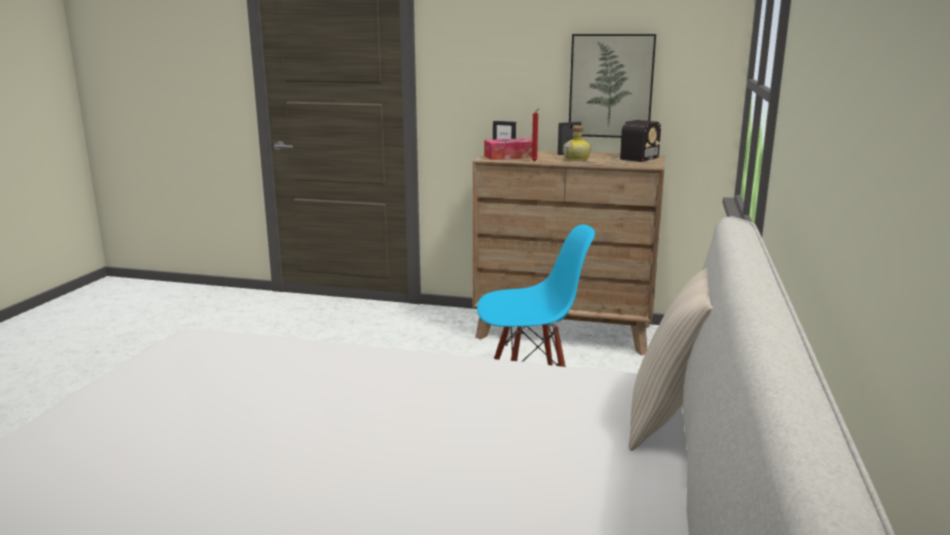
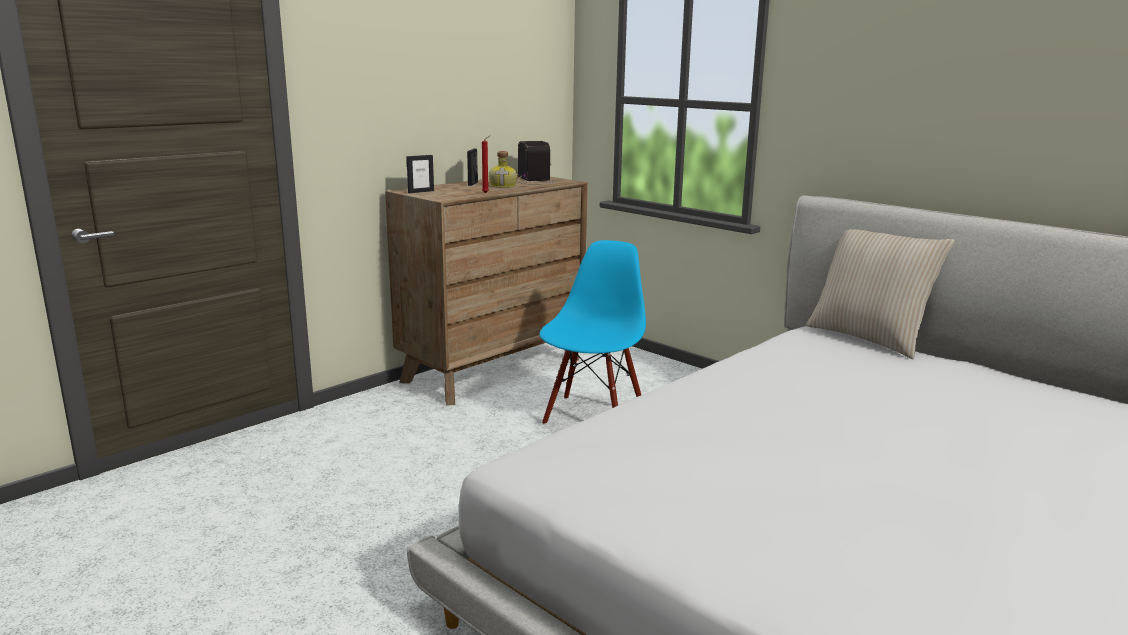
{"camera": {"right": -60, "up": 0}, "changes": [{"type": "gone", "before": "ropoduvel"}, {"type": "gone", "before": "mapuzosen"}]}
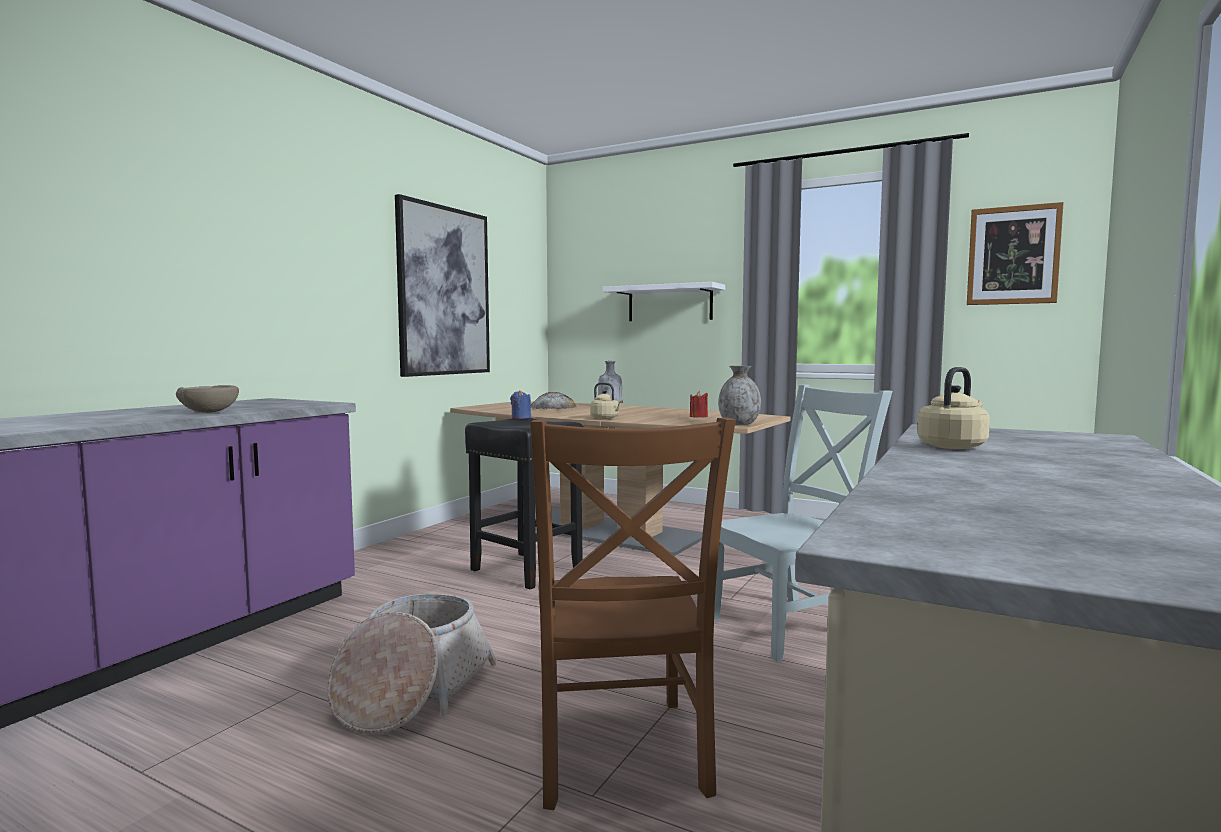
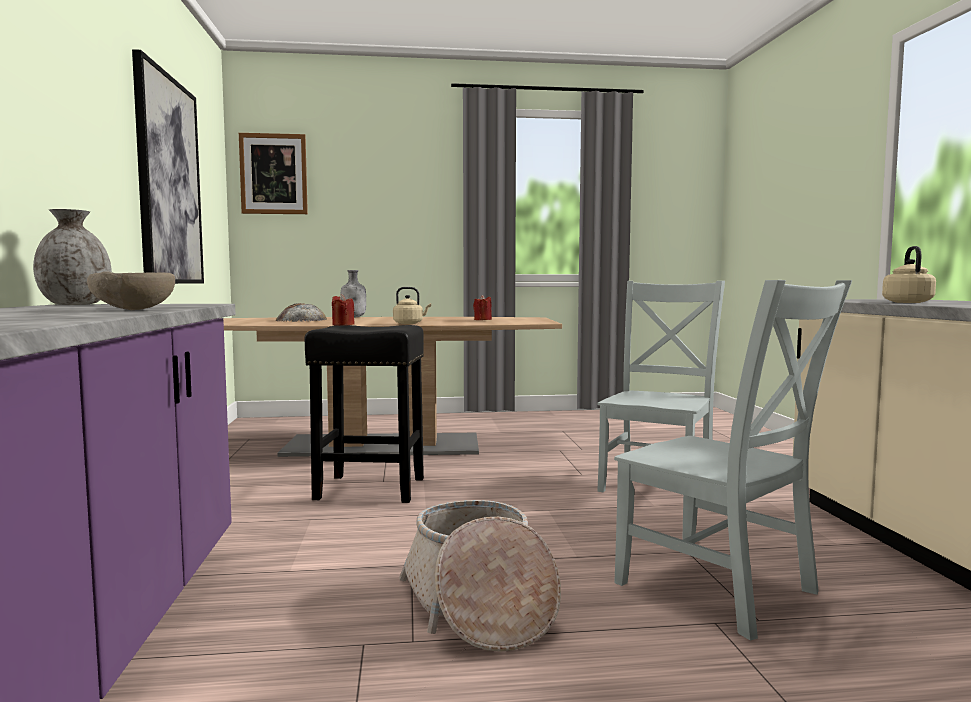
{"camera": {"right": -35, "up": 0}, "changes": [{"type": "repainted", "before": "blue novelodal", "after": "red novelodal (no. 1 from left)"}, {"type": "repainted", "before": "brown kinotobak", "after": "grey kinotobak (no. 2 from left)"}, {"type": "gone", "before": "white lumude"}, {"type": "shifted", "before": "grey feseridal"}, {"type": "shifted", "before": "mapuzosen (no. 2 from left)"}]}
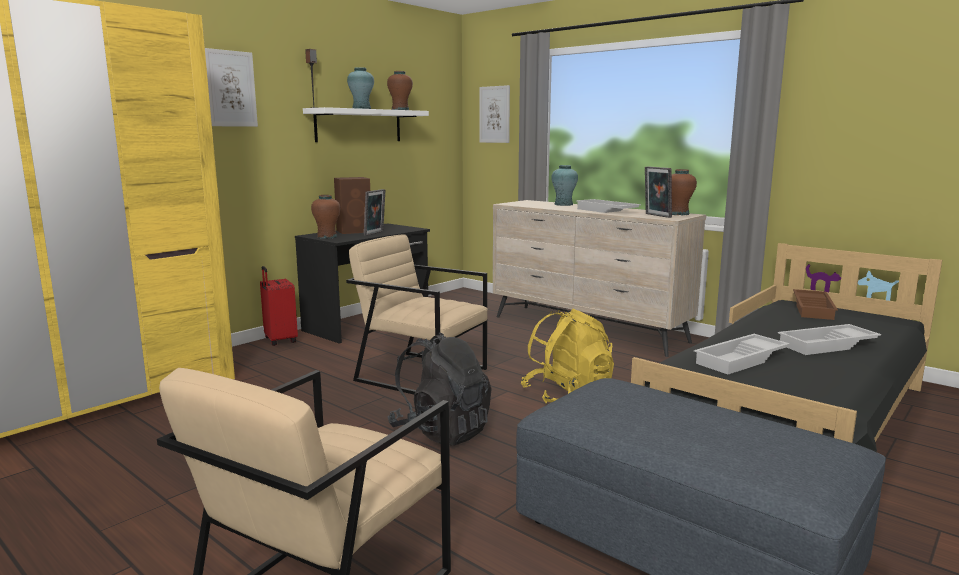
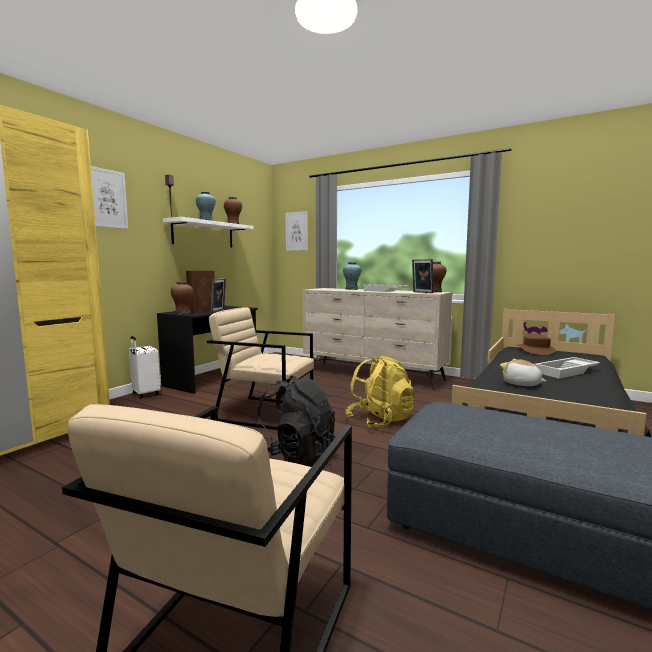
{"camera": {"right": -10, "up": -5}, "changes": [{"type": "repainted", "before": "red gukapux", "after": "white gukapux"}, {"type": "swapped", "before": "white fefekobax (no. 2 from left)", "after": "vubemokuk"}, {"type": "swapped", "before": "brown fefekobax", "after": "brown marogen"}]}
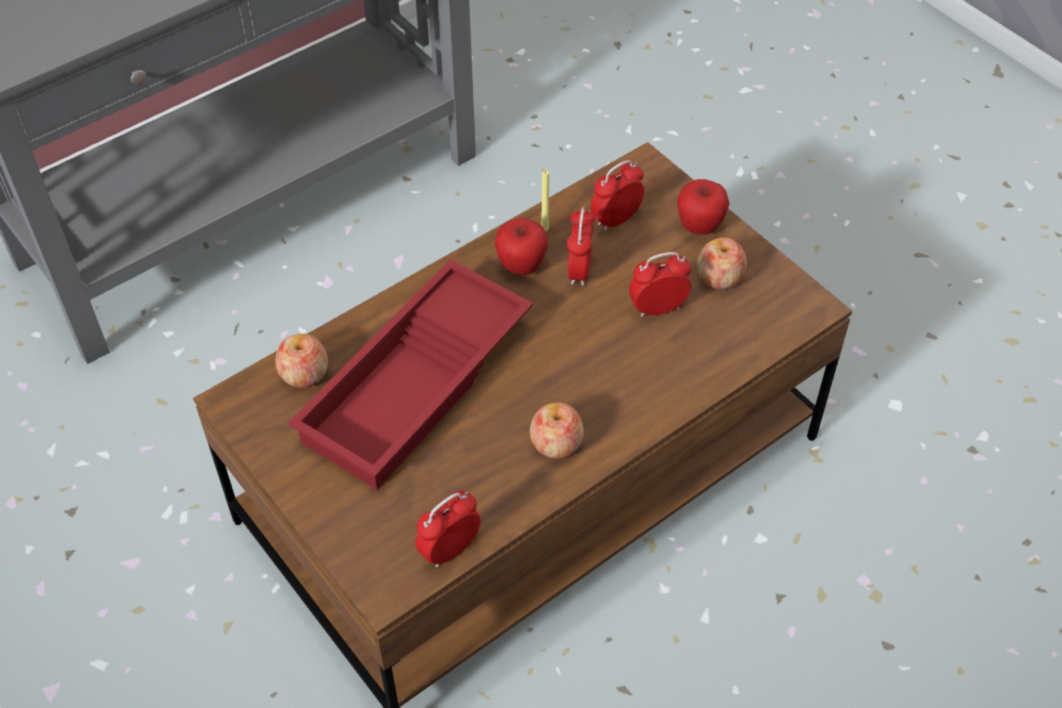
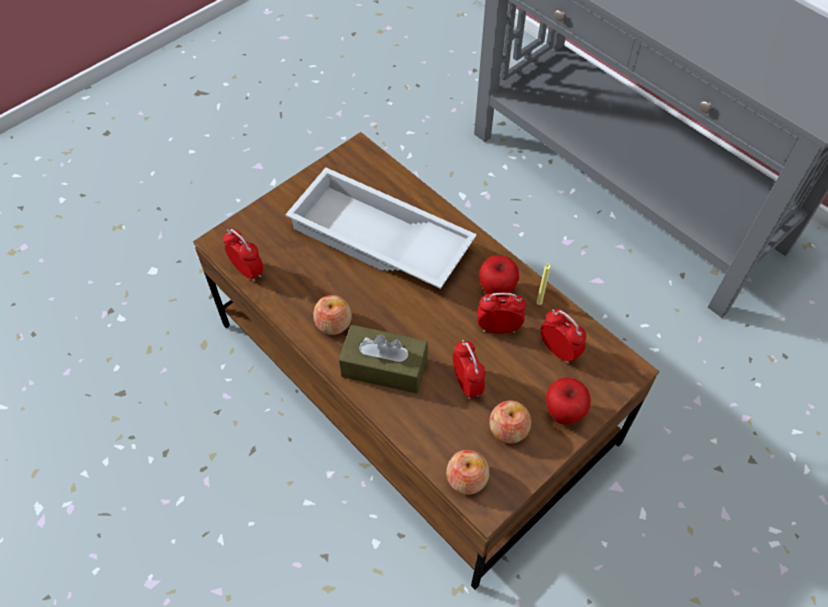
{"camera": {"right": 85, "up": 5}, "changes": [{"type": "shifted", "before": "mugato (no. 1 from left in the first image)", "after": "mugato (no. 2 from left)"}, {"type": "repainted", "before": "red fefekobax", "after": "white fefekobax"}, {"type": "new", "after": "brown ropoduvel"}]}
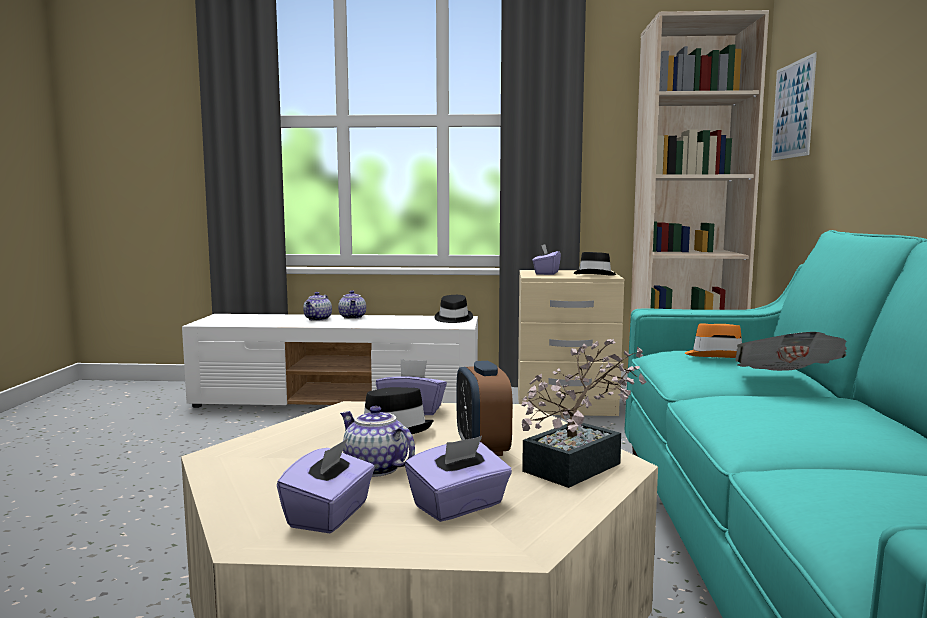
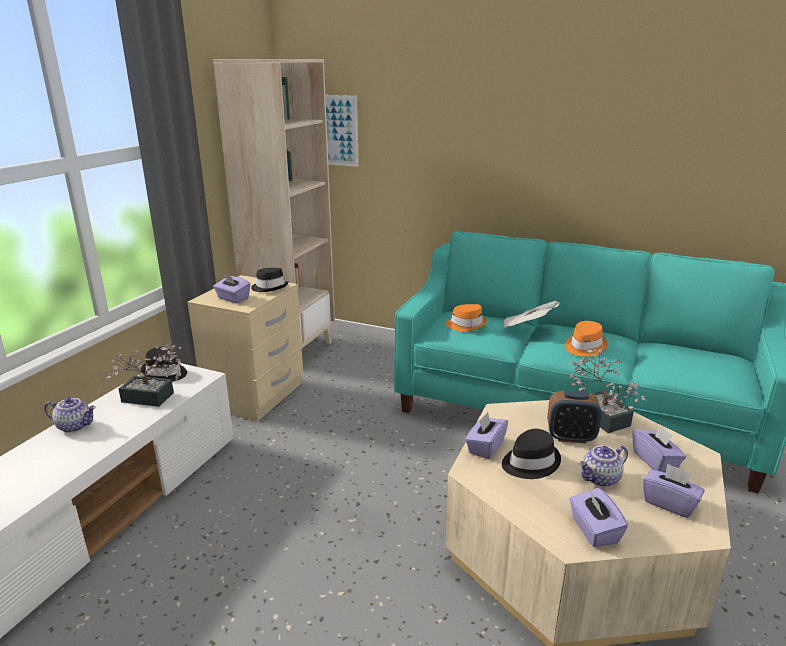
{"camera": {"right": -70, "up": 15}, "changes": [{"type": "gone", "before": "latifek (no. 1 from left)"}, {"type": "new", "after": "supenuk (no. 1 from left)"}, {"type": "new", "after": "orange marogen (no. 2 from left)"}, {"type": "new", "after": "purple ropoduvel (no. 3 from left)"}]}
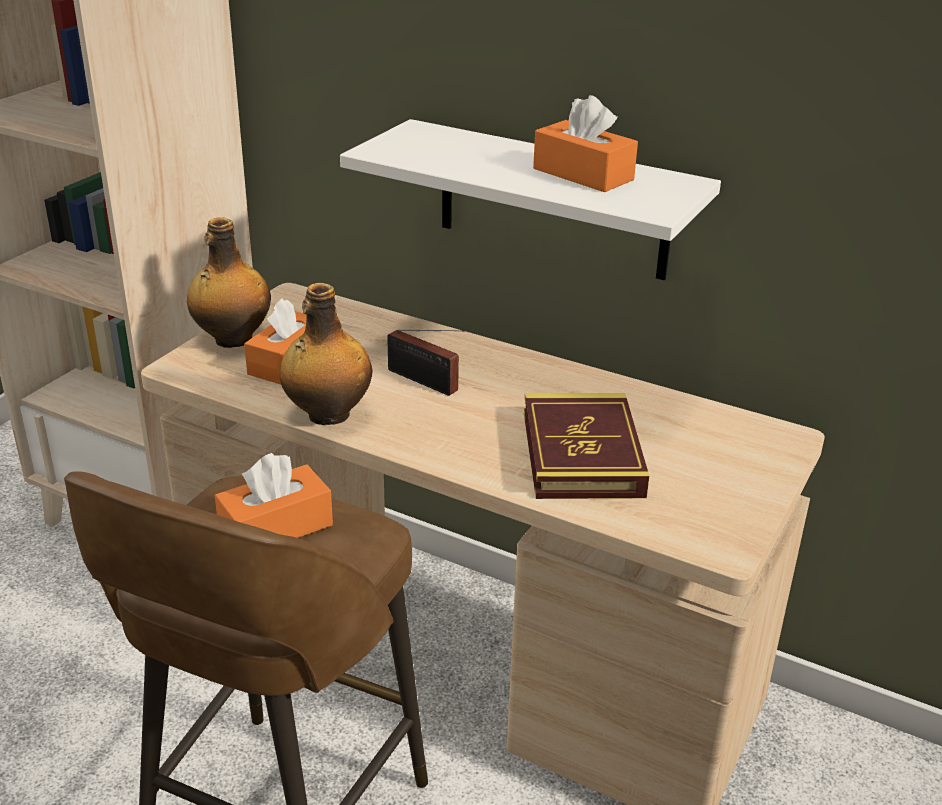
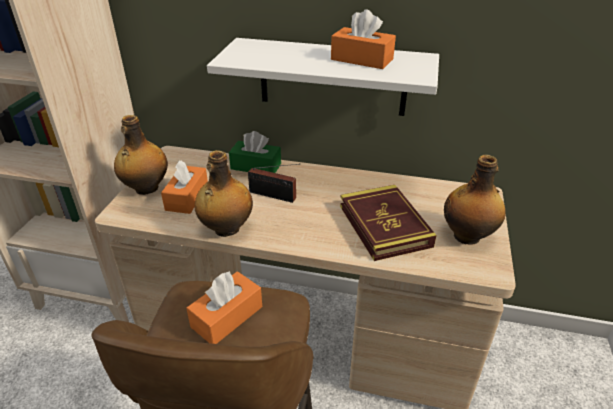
{"camera": {"right": -15, "up": 5}, "changes": [{"type": "new", "after": "green ropoduvel"}, {"type": "new", "after": "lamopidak (no. 3 from left)"}]}
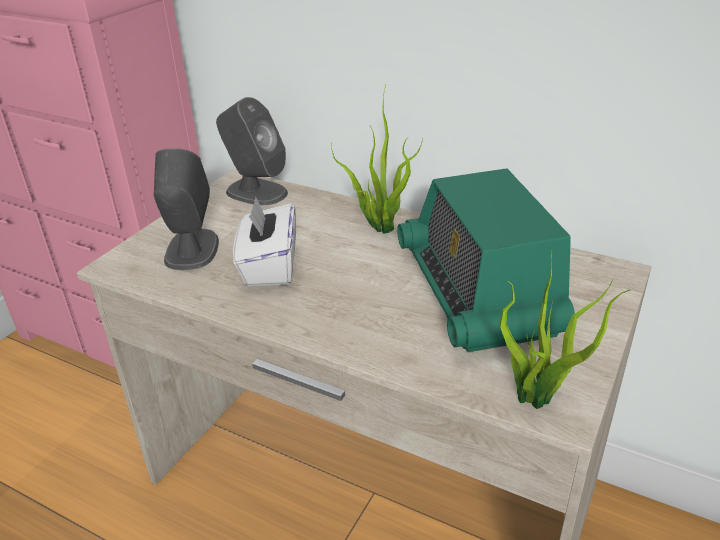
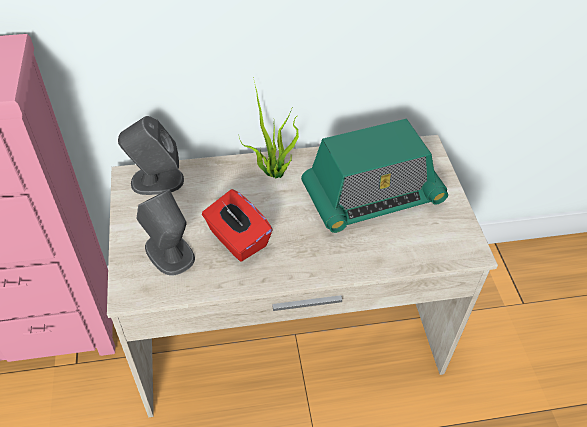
{"camera": {"right": -40, "up": 15}, "changes": [{"type": "repainted", "before": "white ropoduvel", "after": "red ropoduvel"}, {"type": "rotated", "before": "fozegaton", "turn": -60}, {"type": "gone", "before": "supenuk (no. 2 from left)"}]}
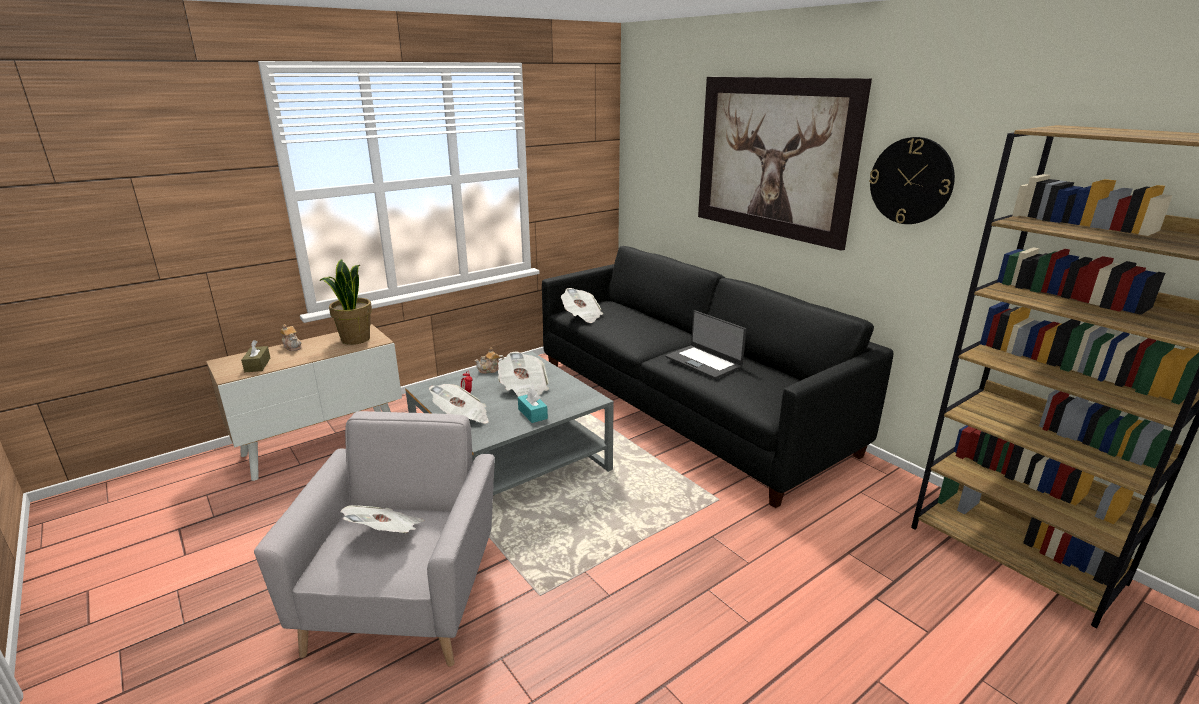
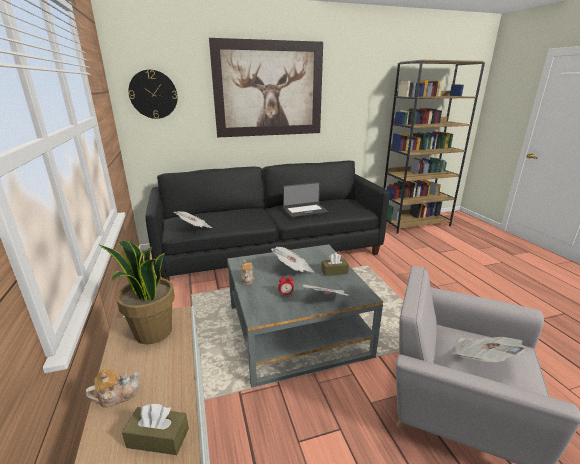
{"camera": {"right": -70, "up": 0}, "changes": [{"type": "repainted", "before": "turquoise ropoduvel", "after": "brown ropoduvel (no. 2 from left)"}, {"type": "shifted", "before": "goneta"}]}
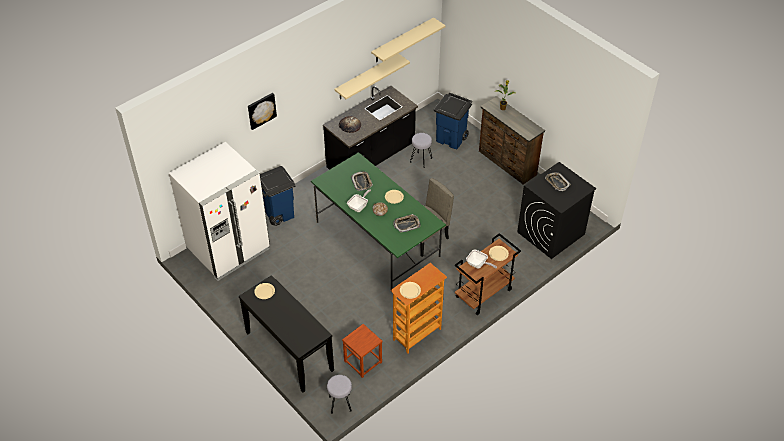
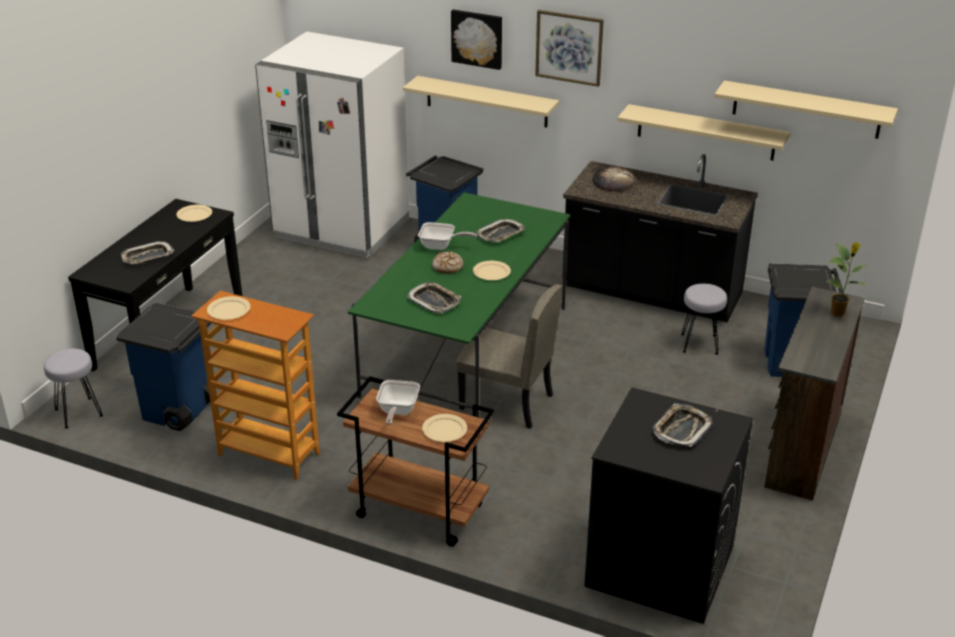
{"camera": {"right": 65, "up": -15}, "changes": [{"type": "swapped", "before": "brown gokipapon", "after": "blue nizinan (no. 1 from left)"}, {"type": "new", "after": "fefekobax (no. 1 from left)"}, {"type": "new", "after": "beige lumude (no. 1 from left)"}, {"type": "new", "after": "mapuzosen (no. 2 from left)"}]}
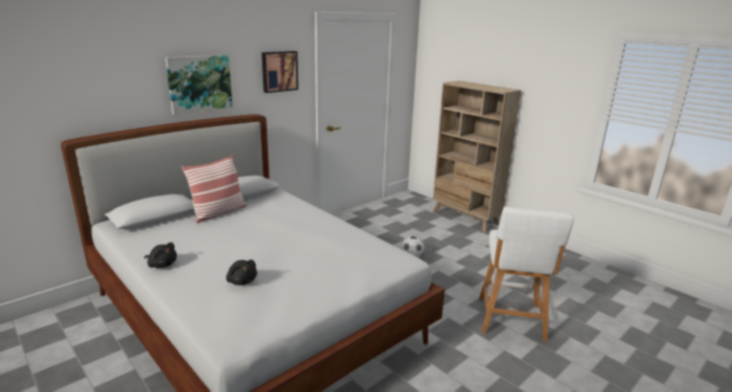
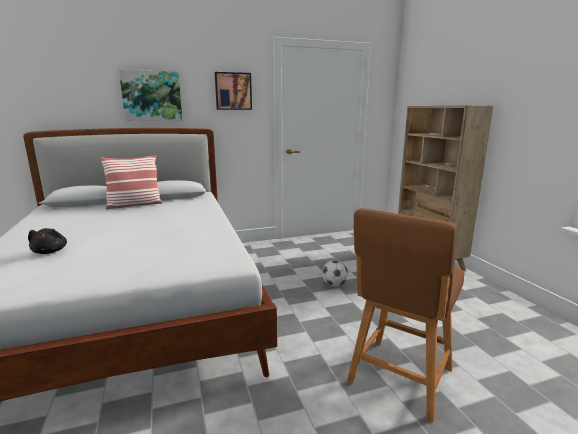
{"camera": {"right": 25, "up": -5}, "changes": [{"type": "gone", "before": "black vubemokuk (no. 1 from left)"}, {"type": "repainted", "before": "white gokipapon", "after": "brown gokipapon"}]}
